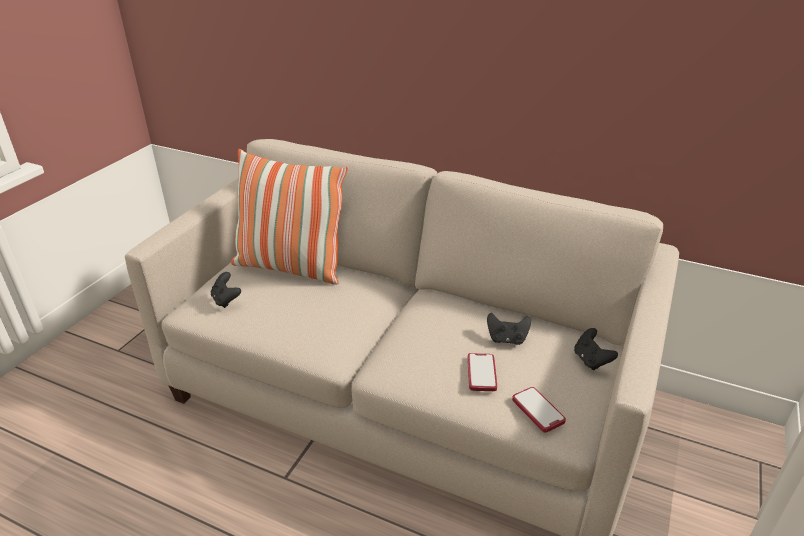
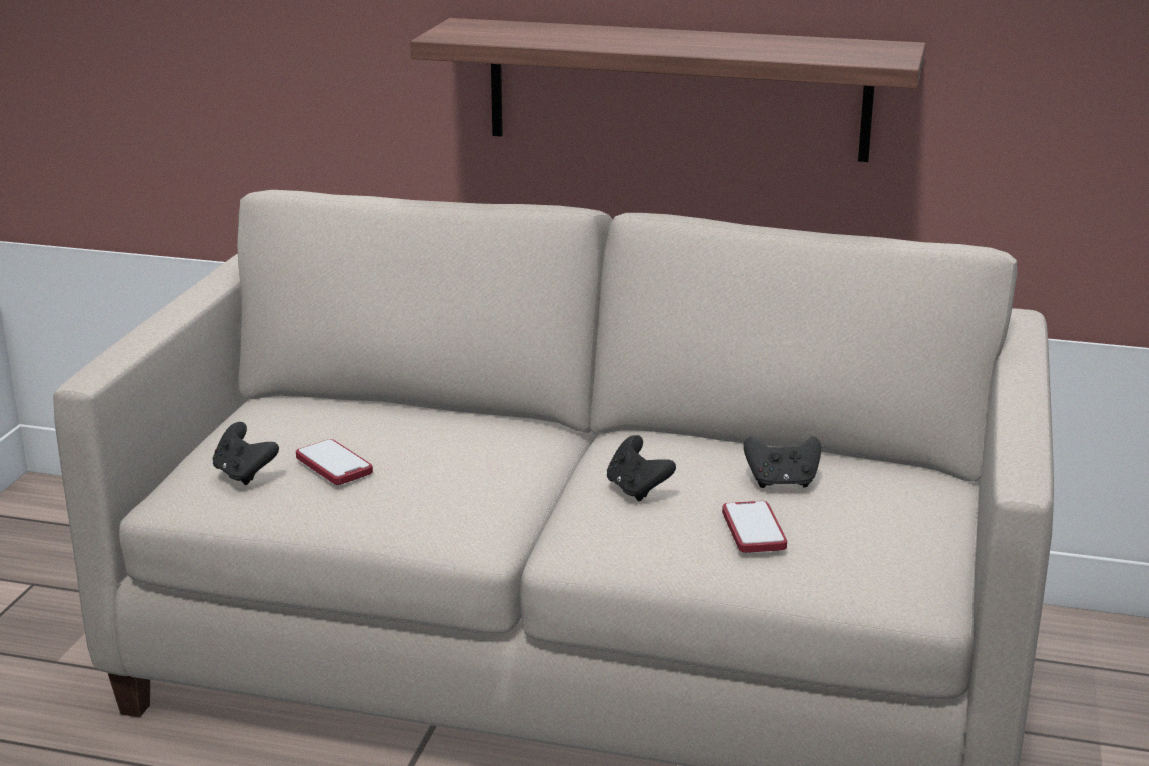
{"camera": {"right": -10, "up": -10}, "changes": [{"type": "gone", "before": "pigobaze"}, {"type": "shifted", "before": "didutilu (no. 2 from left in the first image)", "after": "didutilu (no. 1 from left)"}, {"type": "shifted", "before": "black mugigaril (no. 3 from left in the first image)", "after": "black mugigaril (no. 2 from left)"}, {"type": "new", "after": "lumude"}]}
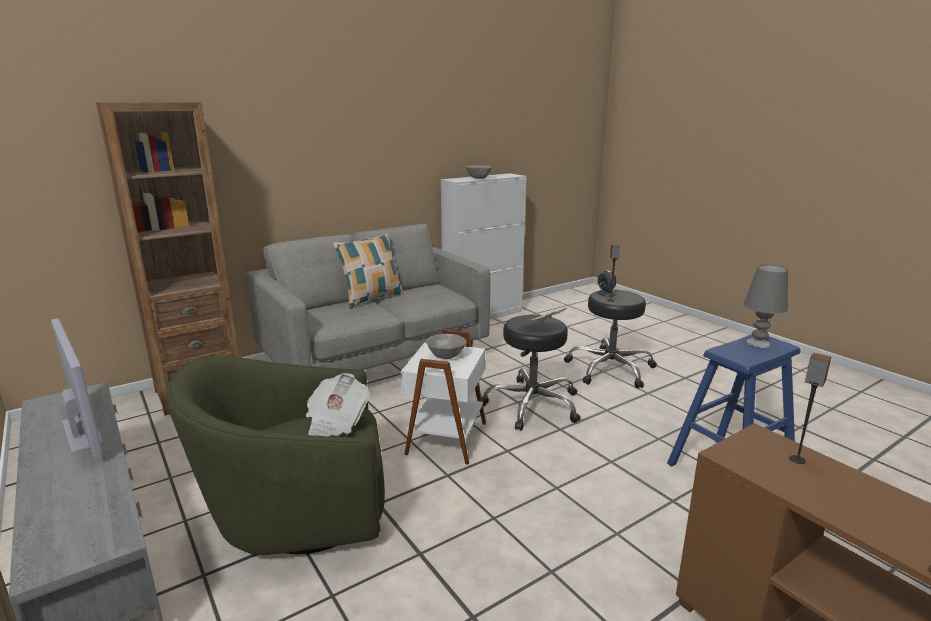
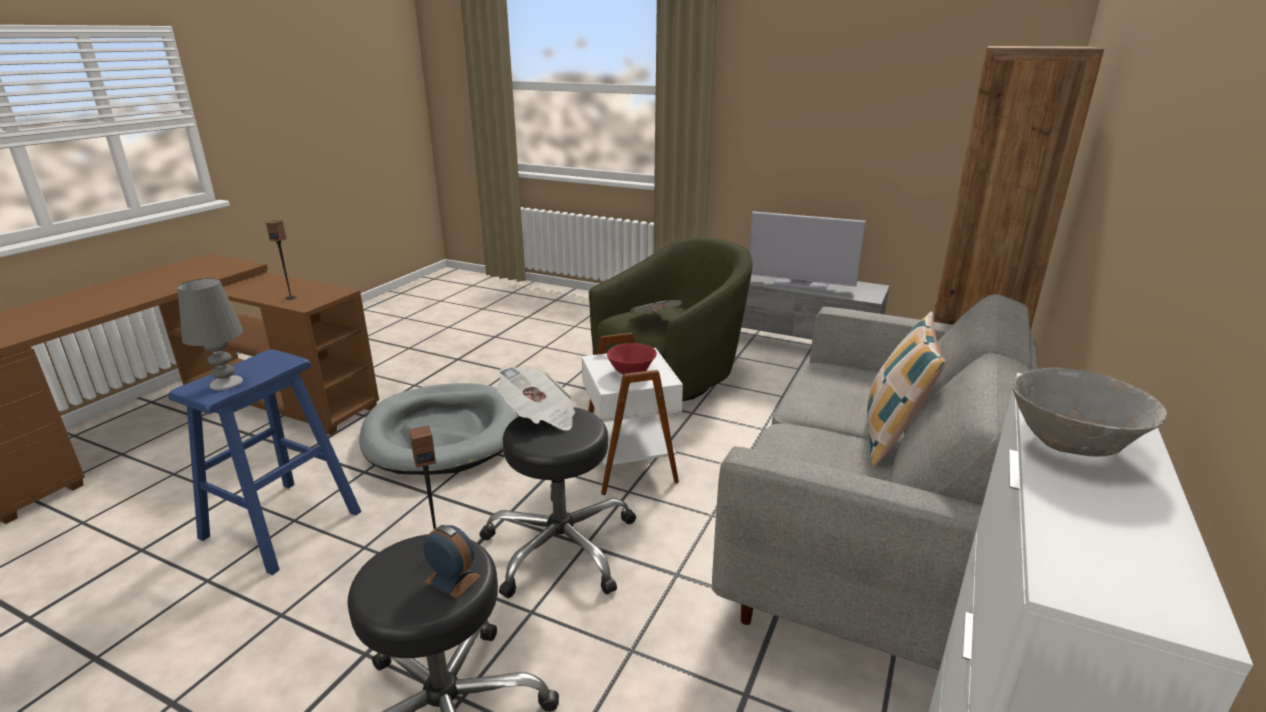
{"camera": {"right": 150, "up": 5}, "changes": [{"type": "repainted", "before": "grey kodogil (no. 1 from left)", "after": "red kodogil"}, {"type": "new", "after": "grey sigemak"}]}
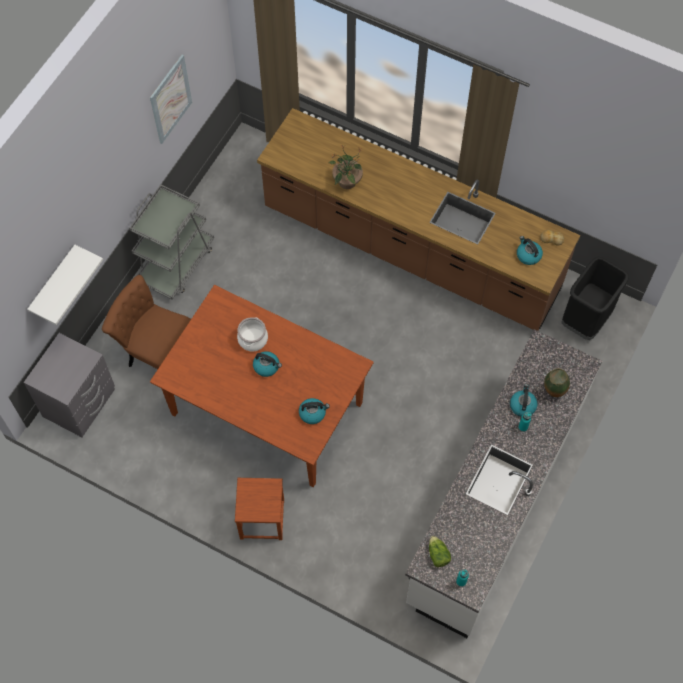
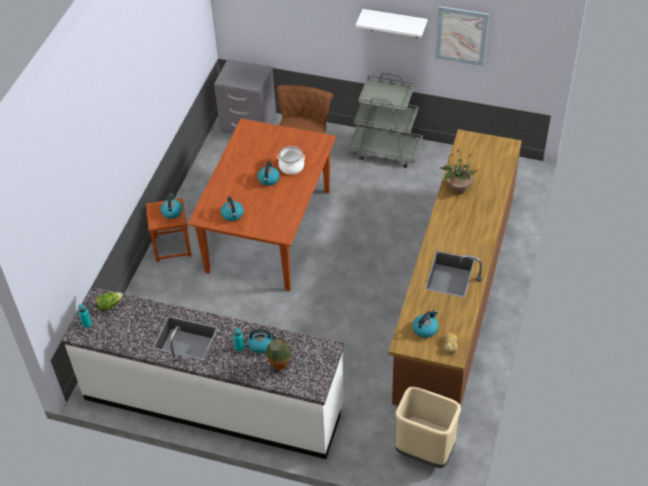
{"camera": {"right": 80, "up": -15}, "changes": [{"type": "shifted", "before": "white lumude"}, {"type": "repainted", "before": "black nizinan", "after": "beige nizinan"}, {"type": "new", "after": "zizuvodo (no. 1 from left)"}]}
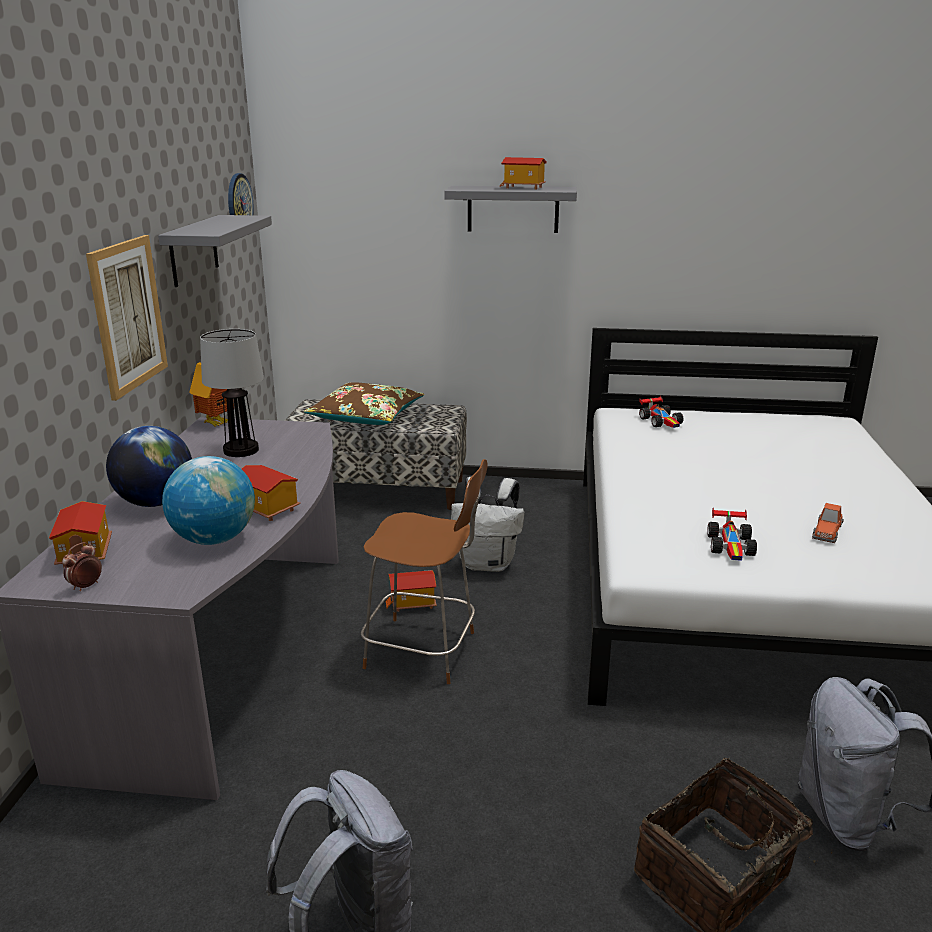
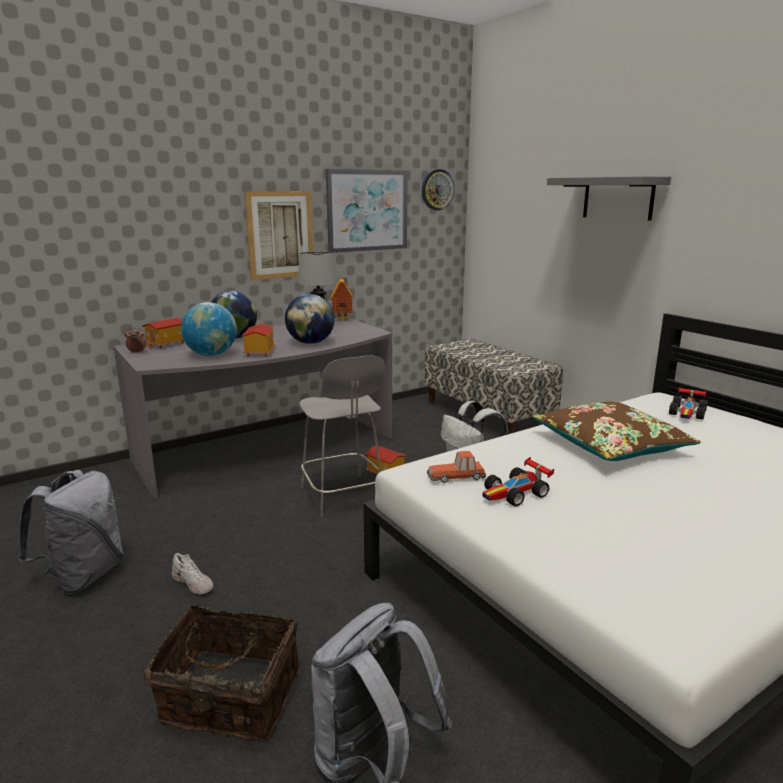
{"camera": {"right": 50, "up": -5}, "changes": [{"type": "swapped", "before": "grey lumude (no. 1 from left)", "after": "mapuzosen (no. 2 from left)"}, {"type": "shifted", "before": "brown pigobaze"}, {"type": "repainted", "before": "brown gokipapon", "after": "grey gokipapon"}, {"type": "gone", "before": "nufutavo (no. 5 from left)"}, {"type": "shifted", "before": "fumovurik (no. 3 from left in the first image)", "after": "fumovurik (no. 1 from left)"}, {"type": "new", "after": "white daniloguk"}, {"type": "new", "after": "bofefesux (no. 3 from left)"}]}
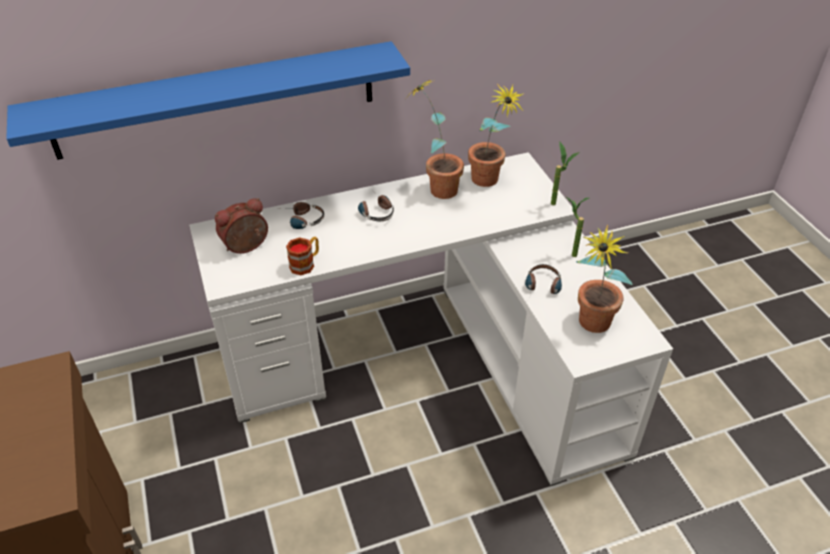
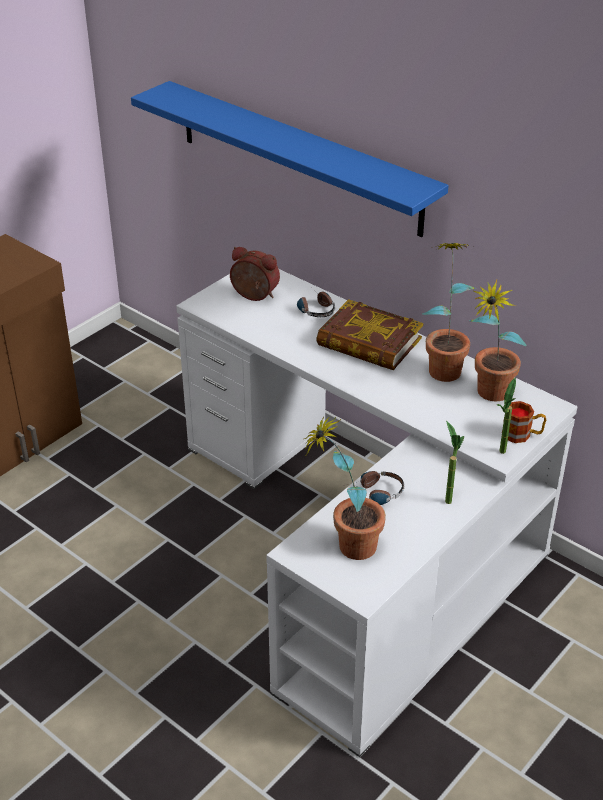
{"camera": {"right": 60, "up": -5}, "changes": [{"type": "shifted", "before": "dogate"}, {"type": "swapped", "before": "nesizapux (no. 2 from left)", "after": "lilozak"}]}
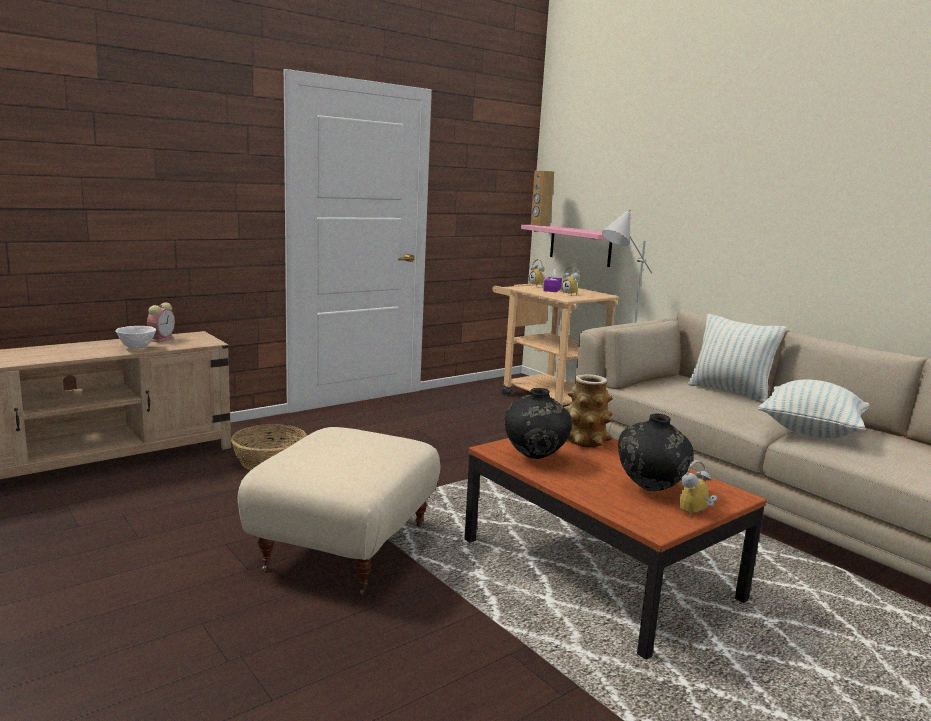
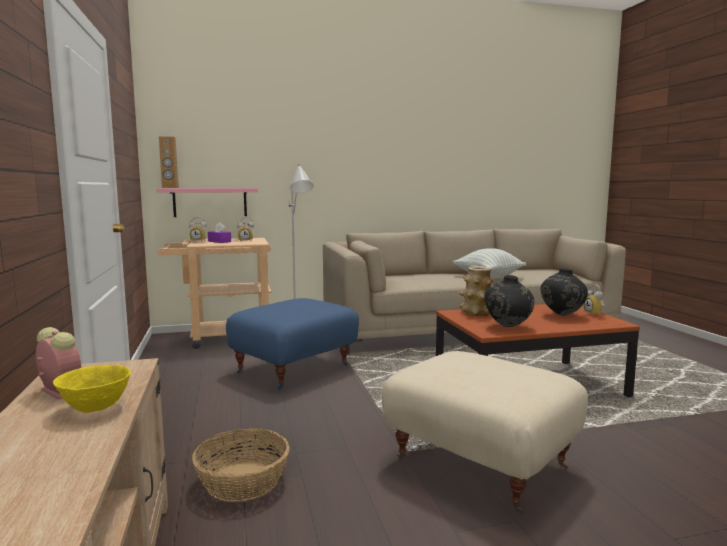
{"camera": {"right": -65, "up": -5}, "changes": [{"type": "repainted", "before": "white kodogil", "after": "yellow kodogil"}, {"type": "gone", "before": "pigobaze (no. 1 from left)"}, {"type": "new", "after": "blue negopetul"}]}
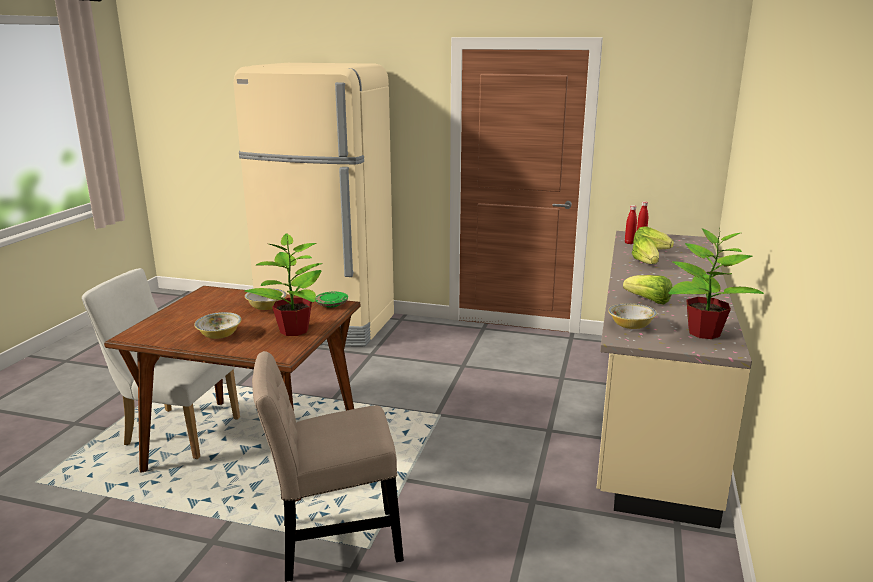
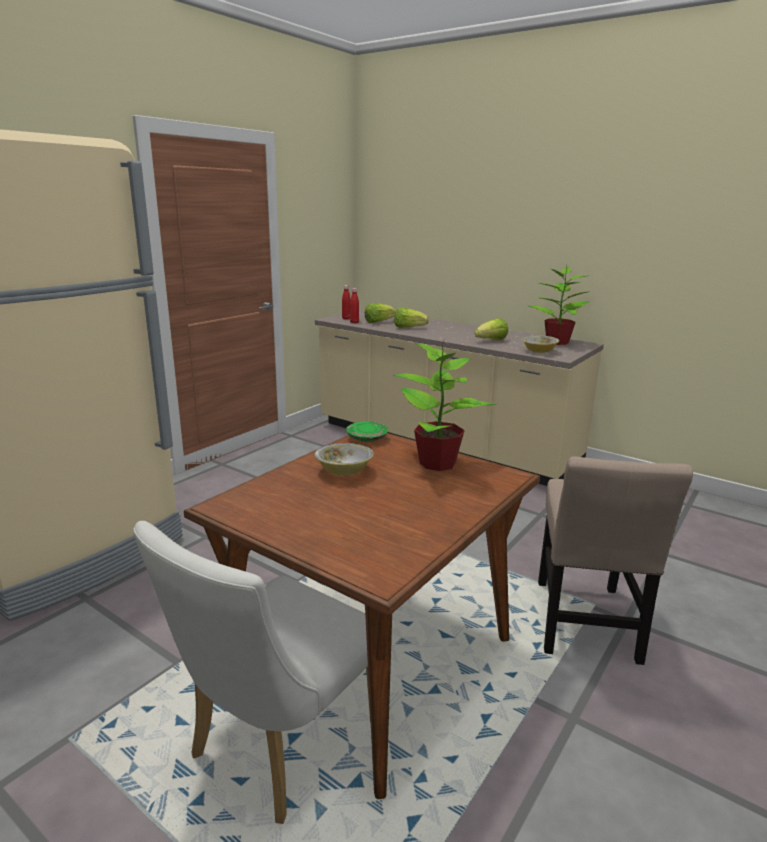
{"camera": {"right": -70, "up": 0}, "changes": [{"type": "gone", "before": "kodogil (no. 1 from left)"}]}
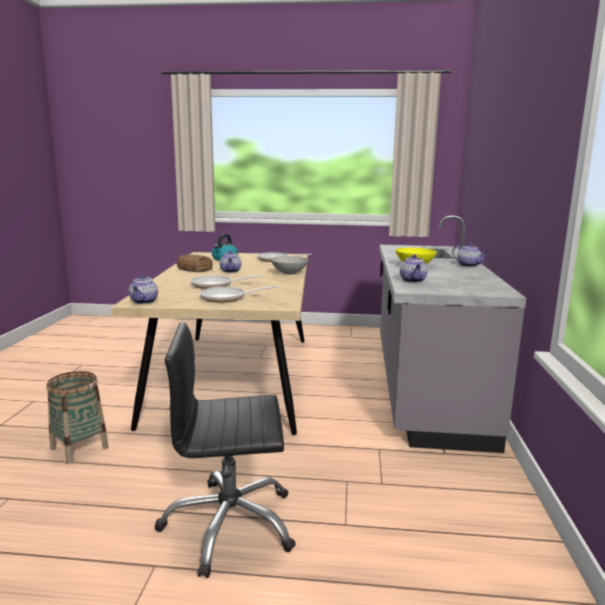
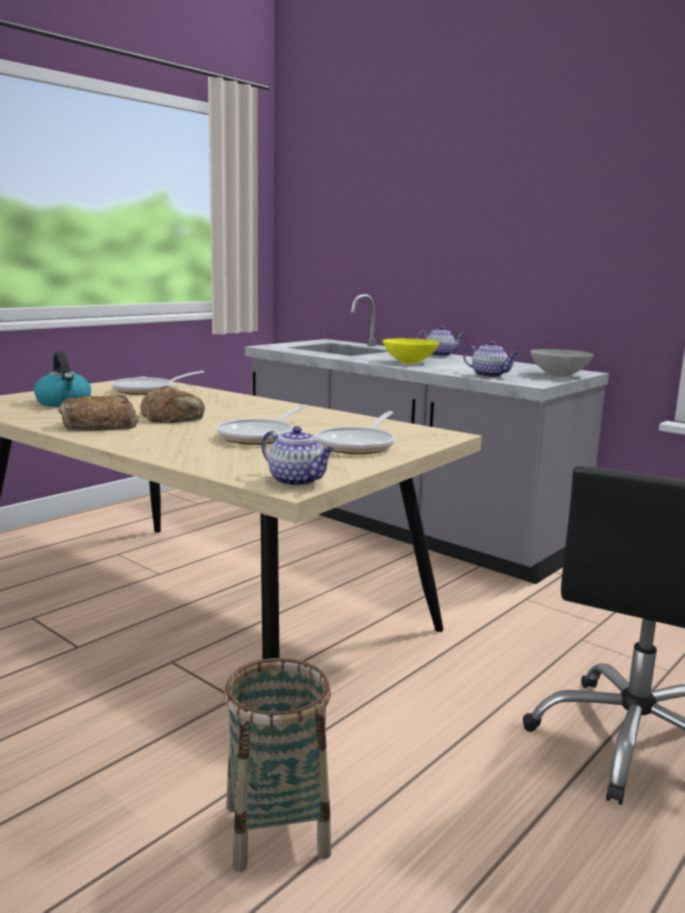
{"camera": {"right": -55, "up": 0}, "changes": [{"type": "swapped", "before": "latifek (no. 2 from left)", "after": "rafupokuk (no. 2 from left)"}, {"type": "shifted", "before": "grey kodogil"}]}
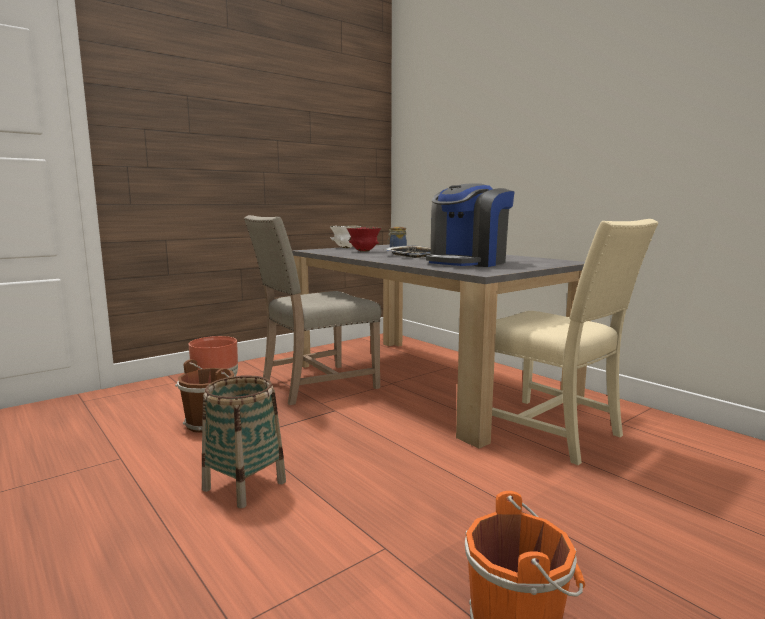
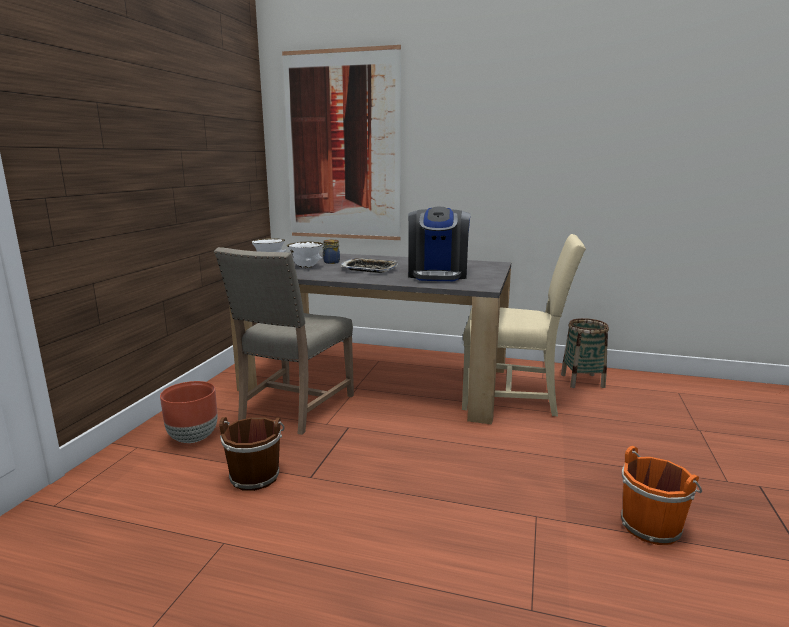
{"camera": {"right": -35, "up": 5}, "changes": [{"type": "shifted", "before": "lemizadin"}, {"type": "repainted", "before": "red kodogil", "after": "white kodogil (no. 2 from left)"}, {"type": "new", "after": "mapuzosen"}]}
